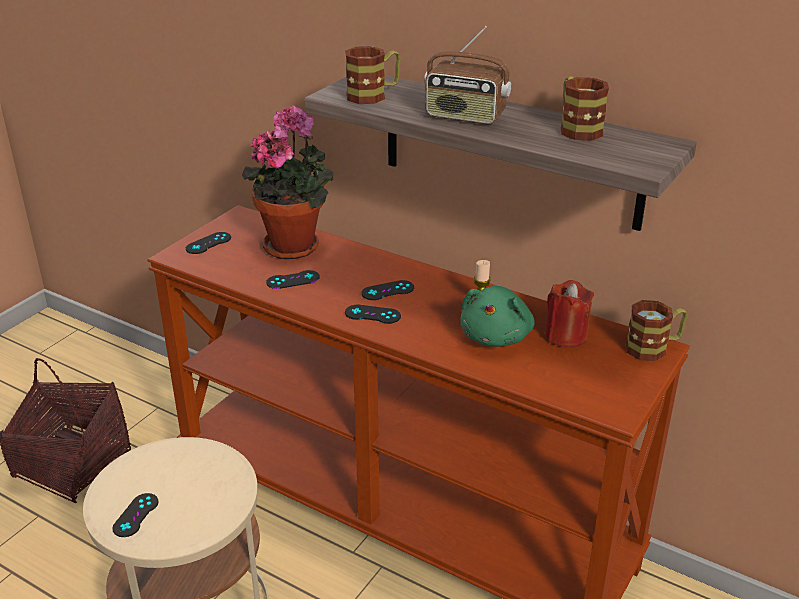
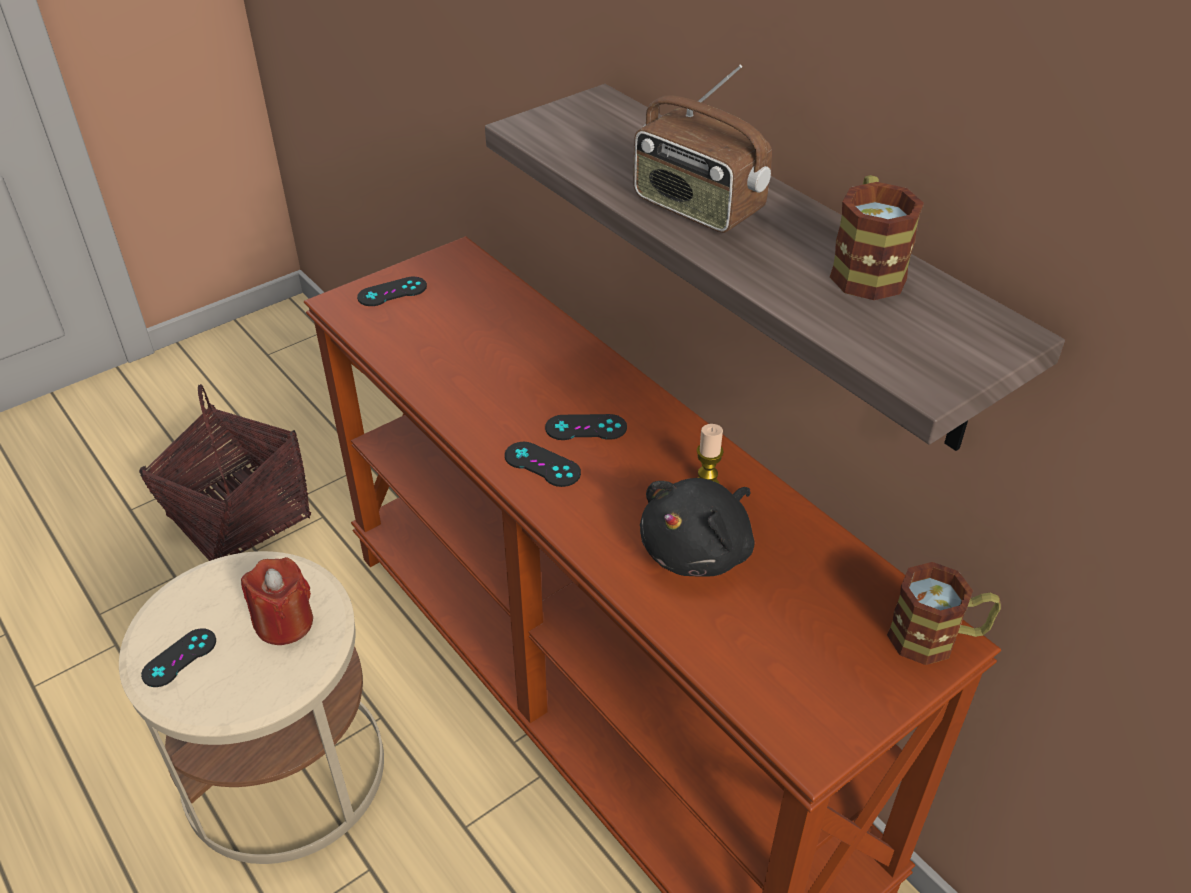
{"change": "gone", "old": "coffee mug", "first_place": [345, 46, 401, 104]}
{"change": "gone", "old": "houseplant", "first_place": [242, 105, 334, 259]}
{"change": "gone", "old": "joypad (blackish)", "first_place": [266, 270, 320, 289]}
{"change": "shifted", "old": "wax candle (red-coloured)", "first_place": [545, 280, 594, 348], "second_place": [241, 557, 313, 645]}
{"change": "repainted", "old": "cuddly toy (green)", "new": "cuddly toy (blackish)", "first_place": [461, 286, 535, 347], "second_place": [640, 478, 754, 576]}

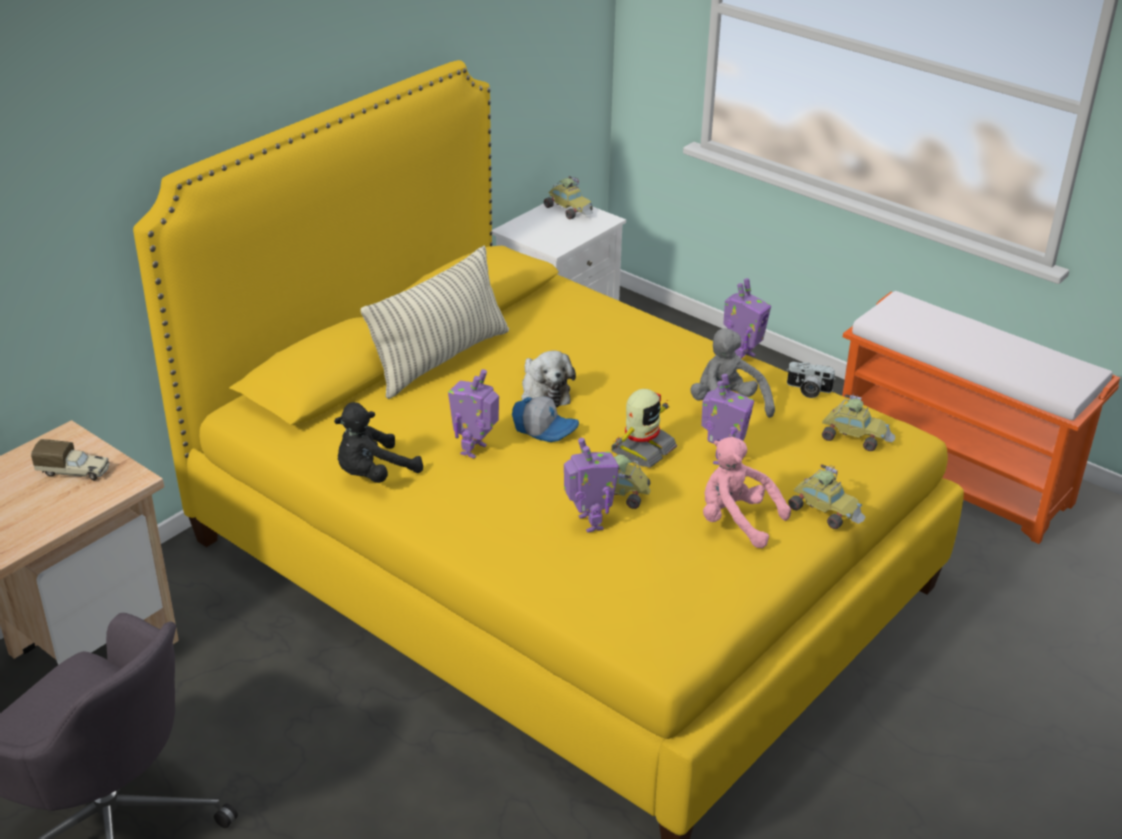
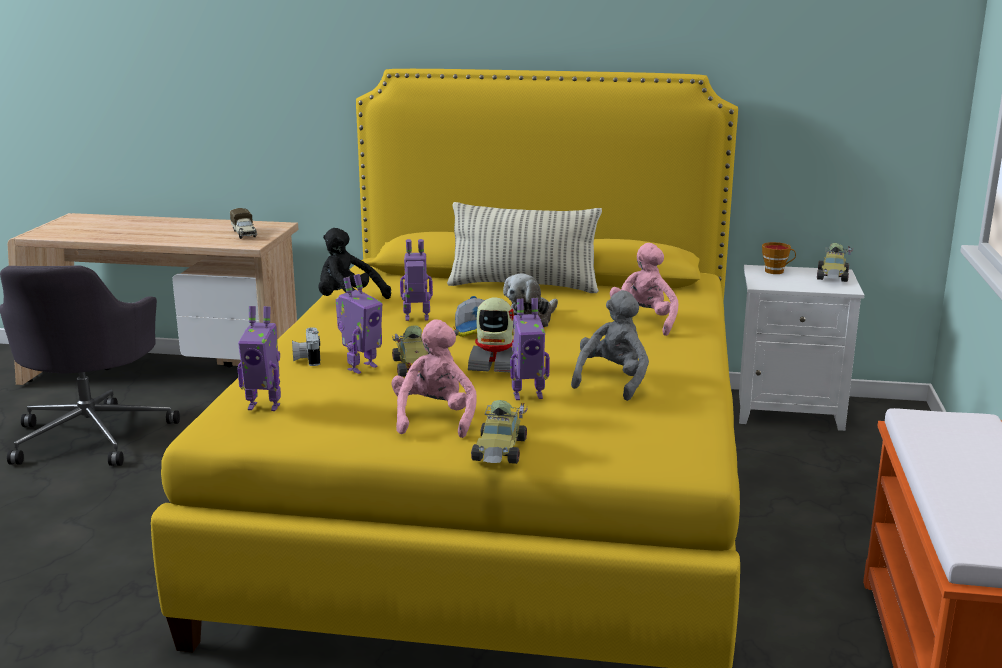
{"change": "shifted", "old": "model robot", "first_place": [724, 278, 771, 359], "second_place": [237, 306, 281, 411]}
{"change": "shifted", "old": "photo camera", "first_place": [787, 362, 836, 398], "second_place": [292, 327, 320, 366]}
{"change": "gone", "old": "model car", "first_place": [822, 394, 895, 451]}
{"change": "new", "new": "cup", "second_place": [762, 242, 796, 274]}
{"change": "new", "new": "cuddly toy (pink-coloured)", "second_place": [610, 243, 679, 336]}

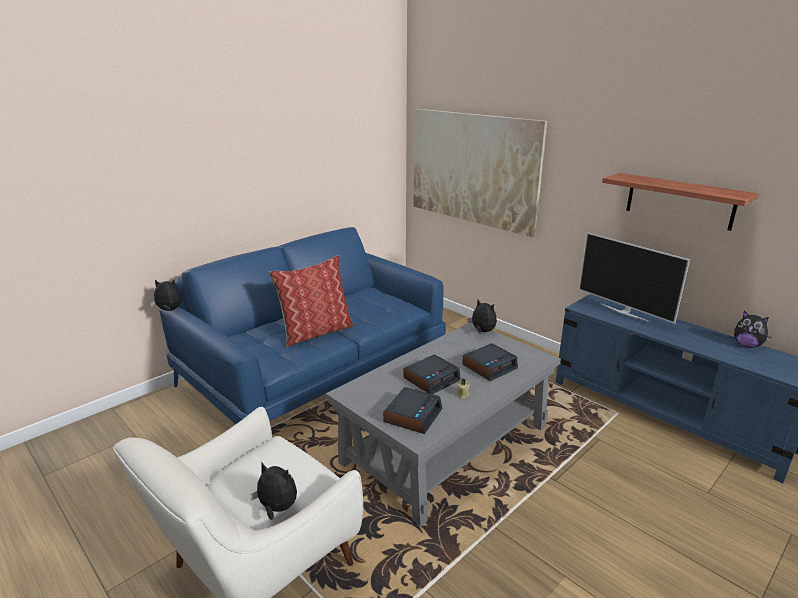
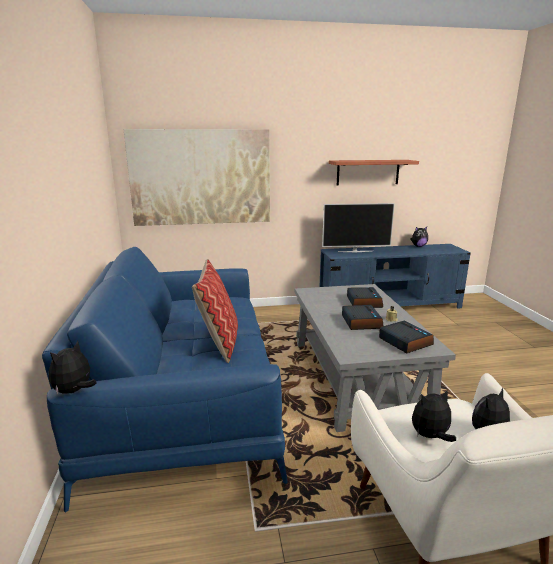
{"change": "shifted", "old": "cuddly toy", "first_place": [467, 300, 497, 332], "second_place": [412, 390, 456, 442]}

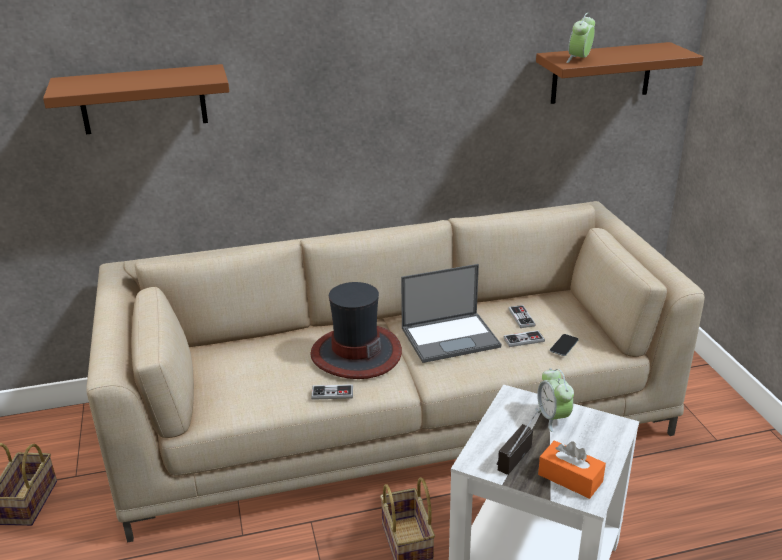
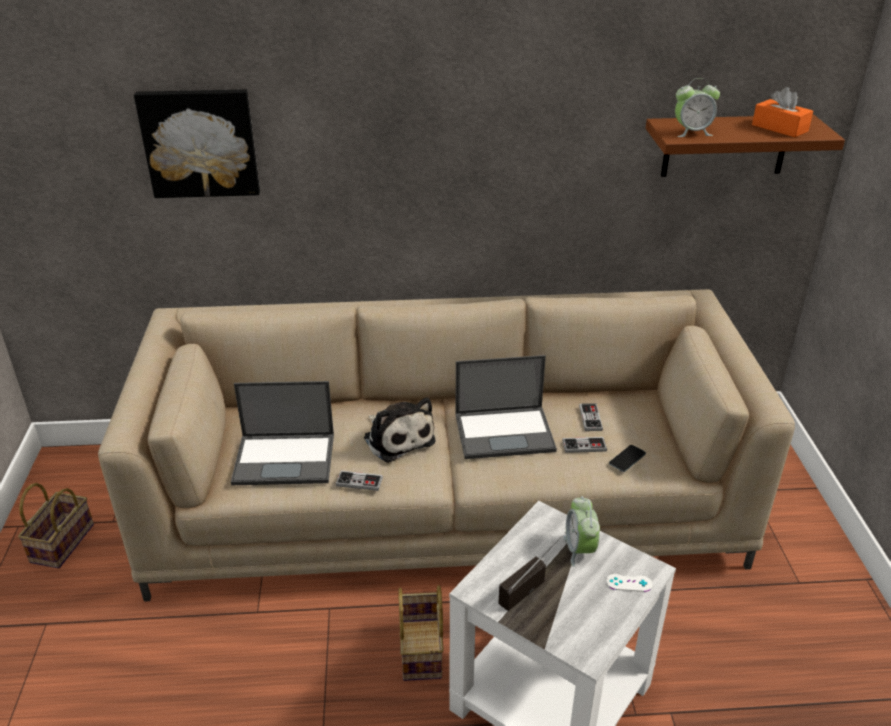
{"change": "rotated", "old": "bedside clock", "first_place": [566, 13, 595, 63], "second_place": [675, 78, 720, 137], "degrees": -135}
{"change": "swapped", "old": "shelf (brown-coloured)", "new": "wall picture", "first_place": [43, 64, 229, 134], "second_place": [134, 89, 260, 198]}
{"change": "swapped", "old": "wearable hat", "new": "cuddly toy", "first_place": [310, 282, 402, 379], "second_place": [364, 397, 436, 463]}
{"change": "shifted", "old": "tissue box (orange)", "first_place": [538, 440, 606, 499], "second_place": [752, 87, 813, 137]}
{"change": "new", "new": "notebook computer", "second_place": [231, 381, 334, 485]}
{"change": "new", "new": "joypad (white-coloured)", "second_place": [606, 574, 653, 592]}

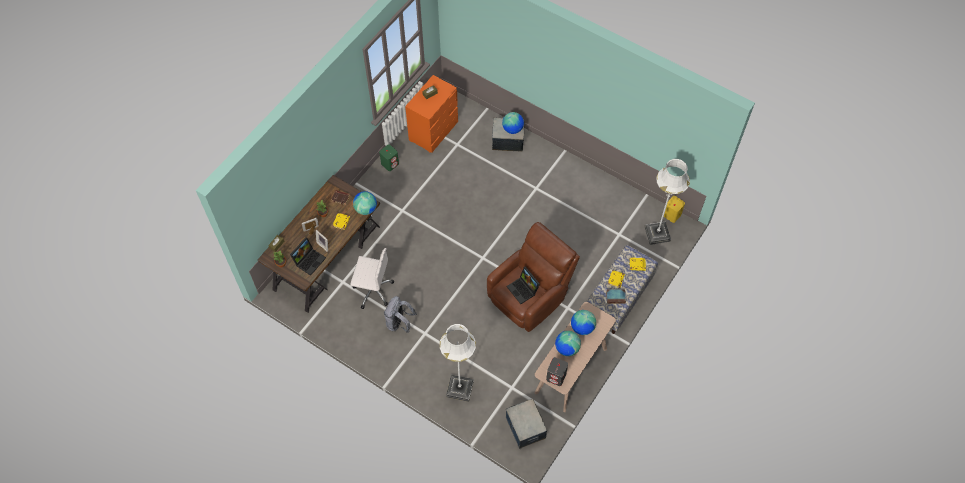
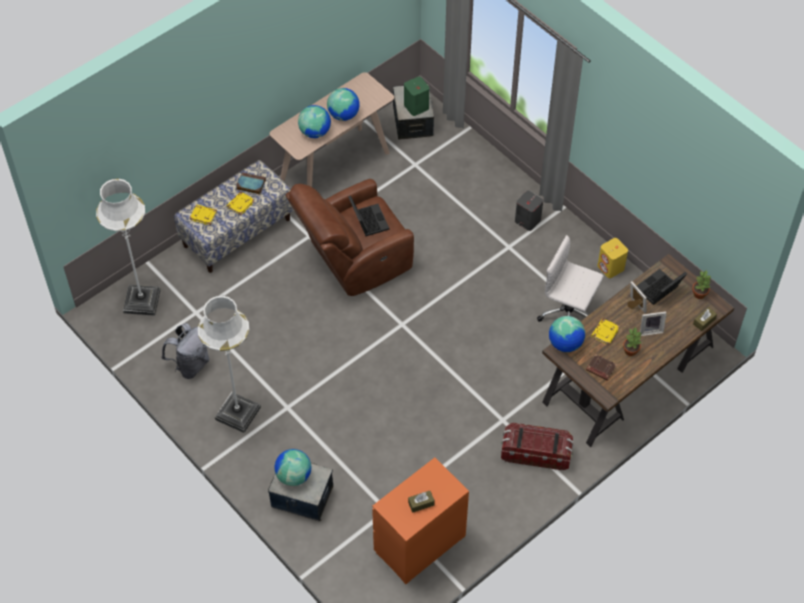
{"change": "shifted", "old": "audio speaker (green)", "first_place": [379, 145, 399, 171], "second_place": [404, 77, 429, 116]}
{"change": "shifted", "old": "audio speaker (yellowish)", "first_place": [664, 196, 685, 223], "second_place": [597, 238, 628, 278]}
{"change": "shifted", "old": "knapsack (gray)", "first_place": [384, 296, 417, 333], "second_place": [161, 323, 209, 379]}
{"change": "shifted", "old": "standard lamp (white-coloured)", "first_place": [440, 324, 476, 402], "second_place": [198, 295, 261, 433]}
{"change": "shifted", "old": "audio speaker (gray)", "first_place": [546, 357, 568, 386], "second_place": [515, 191, 543, 231]}
{"change": "new", "new": "storage container", "second_place": [501, 422, 574, 471]}

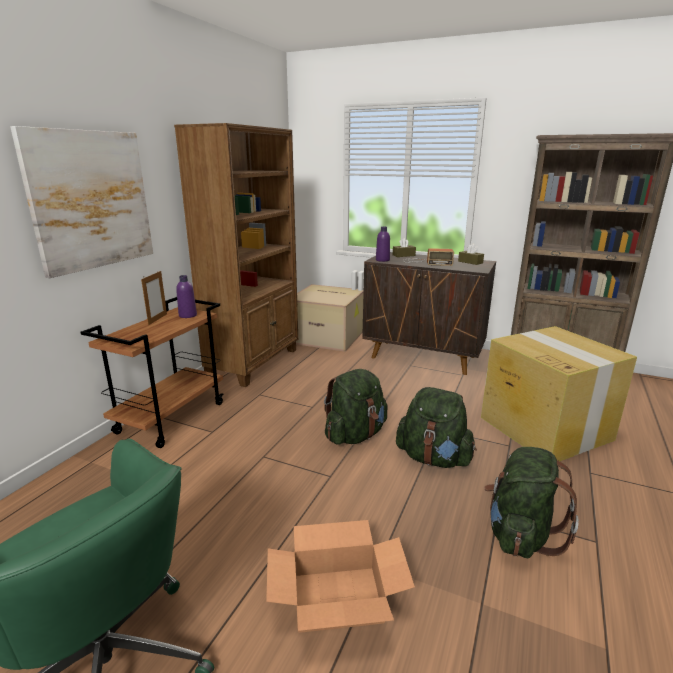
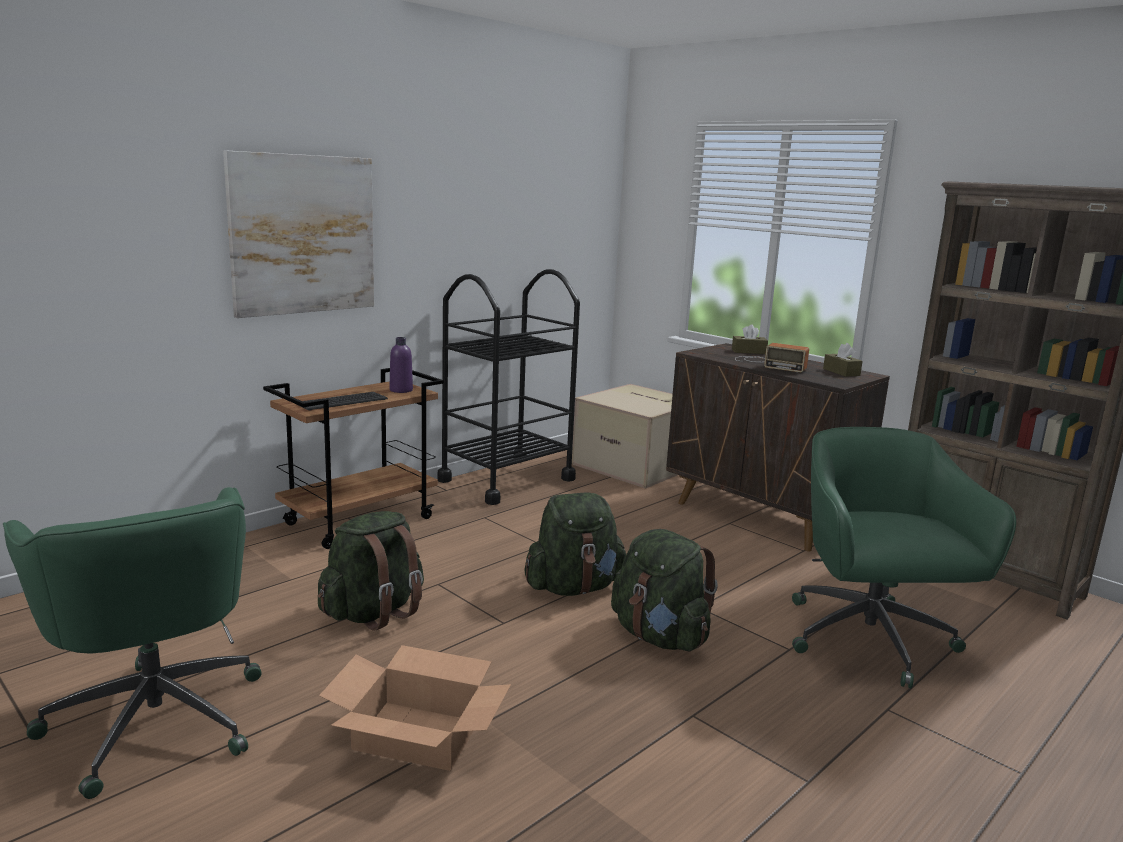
{"change": "swapped", "old": "bookcase (brown-coloured)", "new": "wheeled cart (blackish)", "first_place": [174, 123, 298, 387], "second_place": [437, 269, 580, 505]}
{"change": "gone", "old": "bottle (purplish)", "first_place": [376, 227, 390, 262]}
{"change": "gone", "old": "standing frame", "first_place": [141, 271, 167, 325]}
{"change": "swapped", "old": "packing box", "new": "desk chair (green)", "first_place": [481, 326, 637, 461], "second_place": [792, 427, 1016, 688]}
{"change": "shifted", "old": "knapsack (green)", "first_place": [484, 447, 579, 558], "second_place": [318, 511, 424, 631]}
{"change": "new", "new": "PC keyboard", "second_place": [296, 392, 388, 410]}

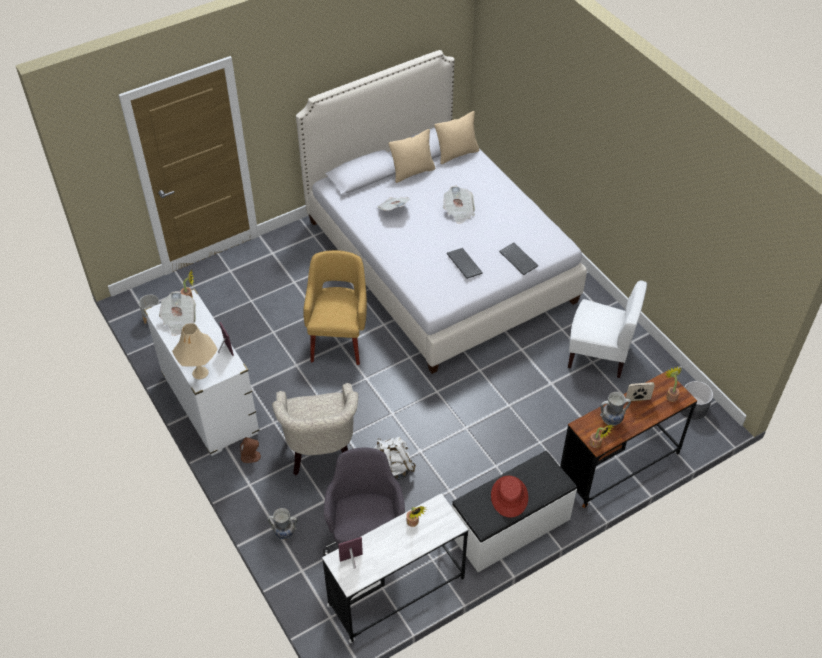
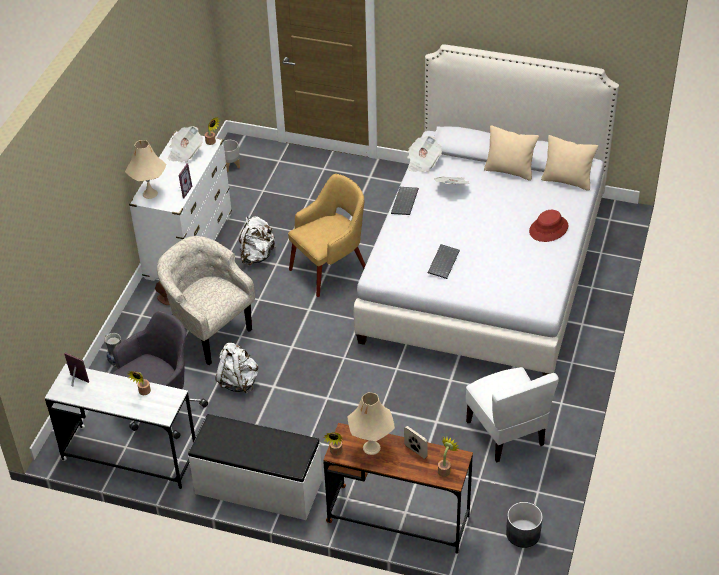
{"change": "shifted", "old": "daily paper", "first_place": [443, 186, 475, 224], "second_place": [407, 136, 442, 172]}
{"change": "shifted", "old": "PC keyboard", "first_place": [499, 242, 538, 275], "second_place": [391, 187, 419, 215]}
{"change": "rotated", "old": "easy chair (beige-coloured)", "first_place": [272, 383, 358, 476], "second_place": [157, 236, 255, 365], "degrees": 90}
{"change": "swapped", "old": "decorative vase", "new": "lamp for a table (beige-coloured)", "first_place": [600, 392, 631, 426], "second_place": [347, 392, 395, 455]}
{"change": "shifted", "old": "wearable hat (red-coloured)", "first_place": [491, 476, 528, 518], "second_place": [529, 210, 568, 242]}
{"change": "new", "new": "knapsack (white-coloured)", "second_place": [239, 216, 276, 265]}

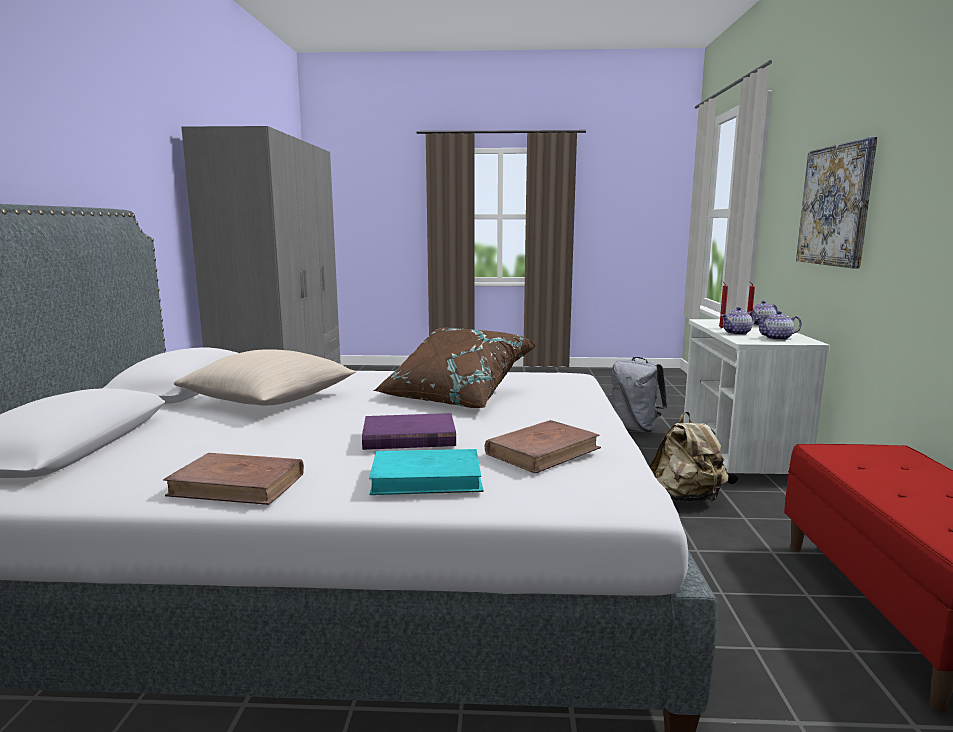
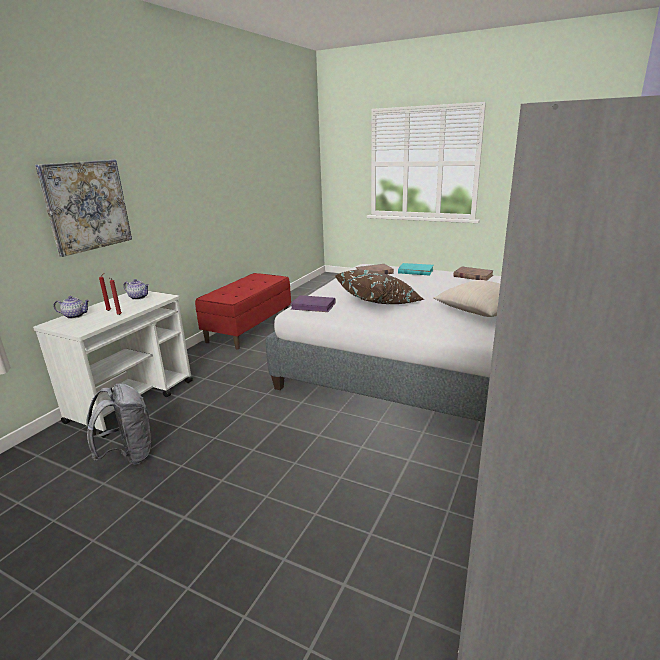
{"change": "gone", "old": "tea pot", "first_place": [721, 307, 755, 335]}
{"change": "gone", "old": "knapsack (beige-coloured)", "first_place": [649, 412, 728, 502]}
{"change": "shifted", "old": "volume (purplish)", "first_place": [362, 413, 456, 450], "second_place": [290, 295, 335, 312]}

